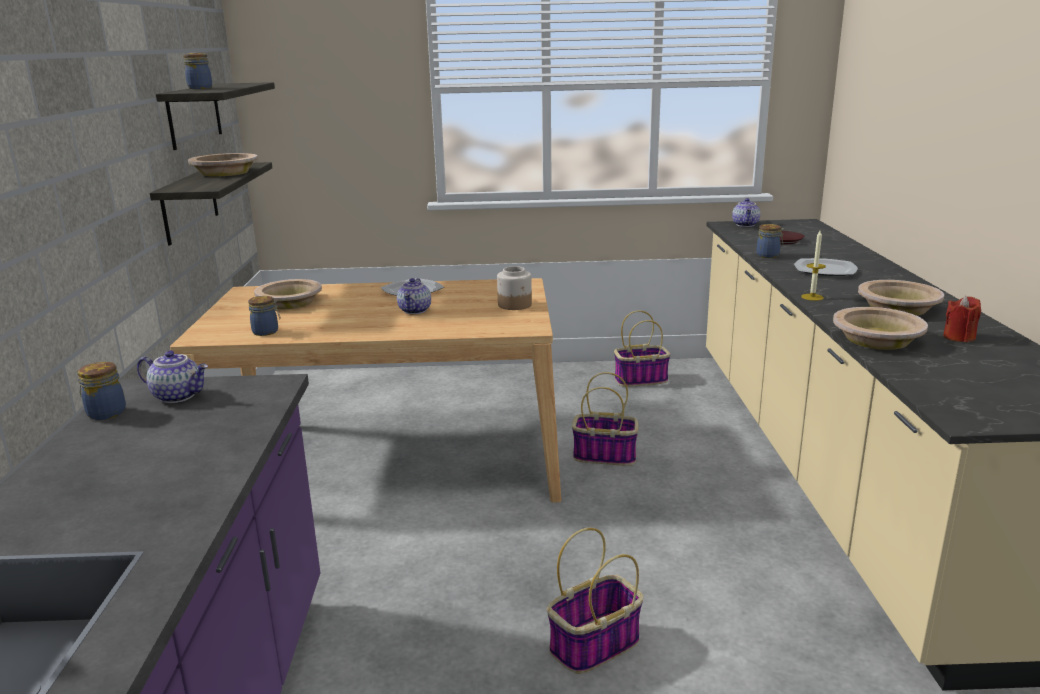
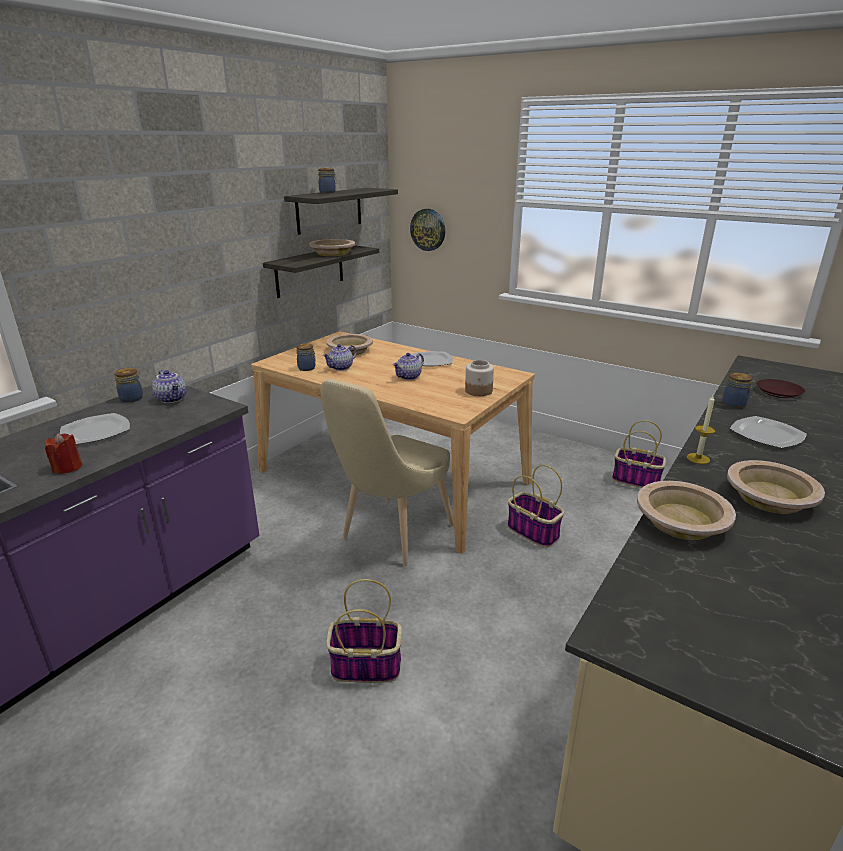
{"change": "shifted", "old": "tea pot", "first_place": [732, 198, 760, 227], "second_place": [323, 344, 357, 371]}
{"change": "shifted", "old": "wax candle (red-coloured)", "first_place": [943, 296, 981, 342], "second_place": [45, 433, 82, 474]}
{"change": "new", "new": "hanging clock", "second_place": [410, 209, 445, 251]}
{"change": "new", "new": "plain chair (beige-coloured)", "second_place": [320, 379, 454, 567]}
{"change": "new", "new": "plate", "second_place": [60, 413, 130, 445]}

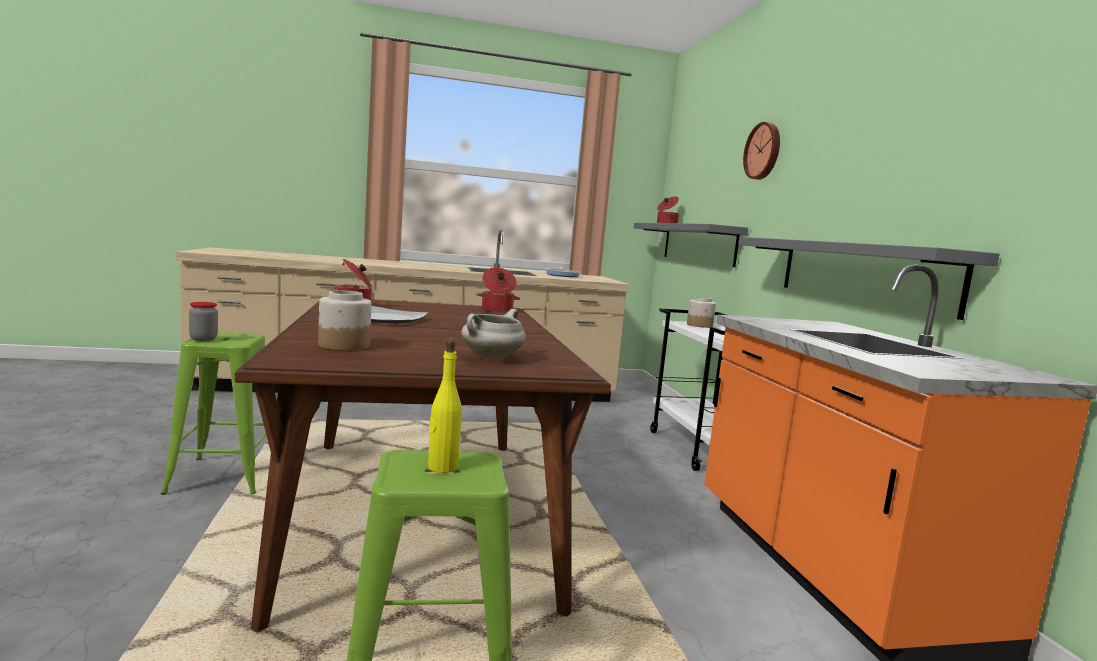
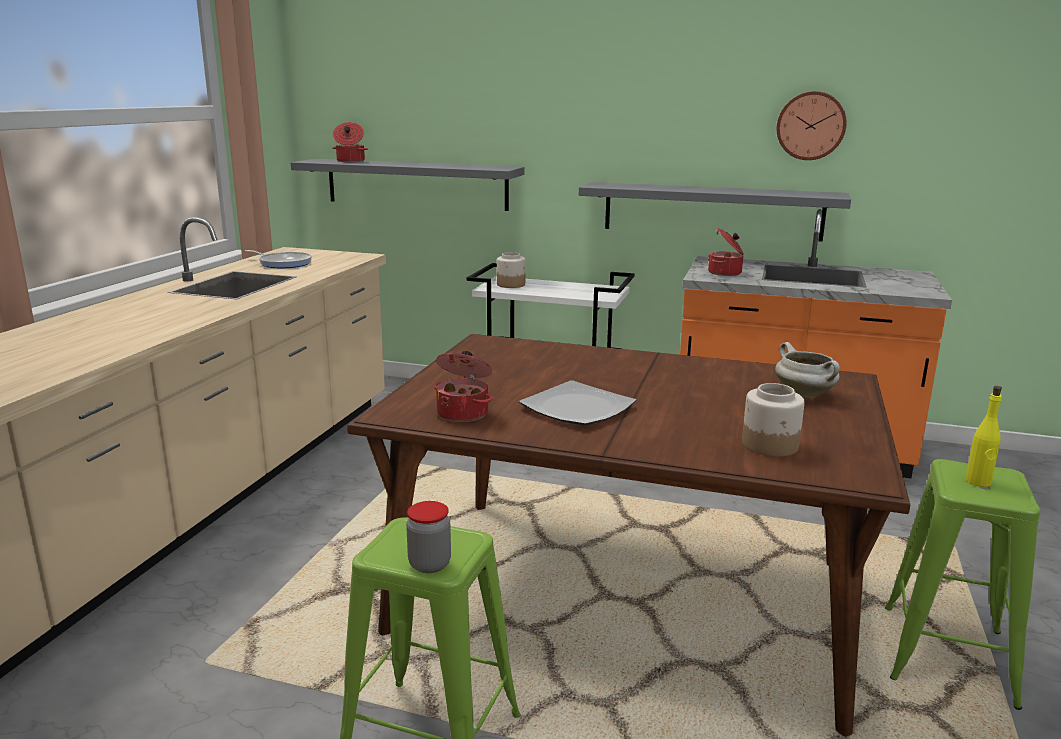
{"change": "shifted", "old": "hanging clock", "first_place": [743, 122, 780, 180], "second_place": [777, 91, 847, 160]}
{"change": "shifted", "old": "cooking pot", "first_place": [476, 267, 521, 313], "second_place": [708, 228, 744, 276]}

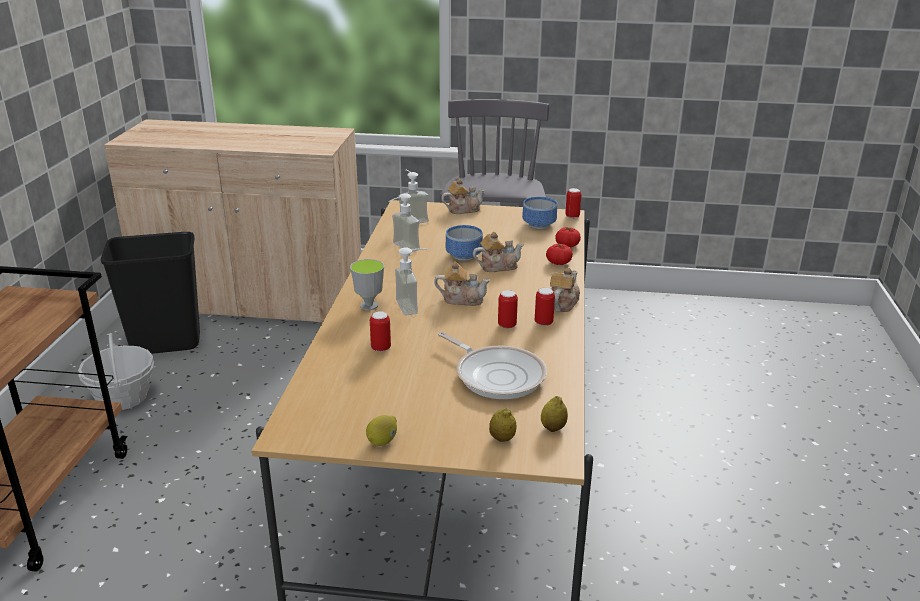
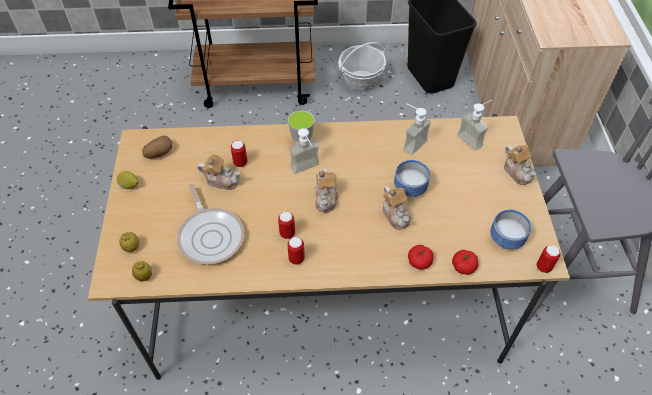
{"change": "shifted", "old": "tea pot", "first_place": [550, 267, 580, 312], "second_place": [197, 154, 241, 190]}
{"change": "rotated", "old": "pan", "first_place": [438, 332, 547, 399], "second_place": [177, 184, 245, 265], "degrees": -60}
{"change": "new", "new": "potato", "second_place": [142, 136, 172, 159]}

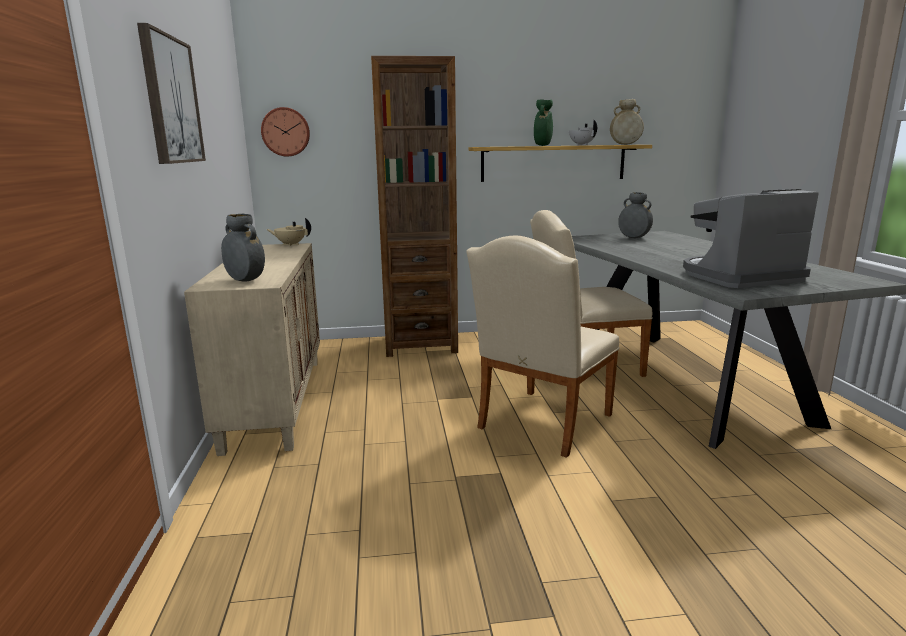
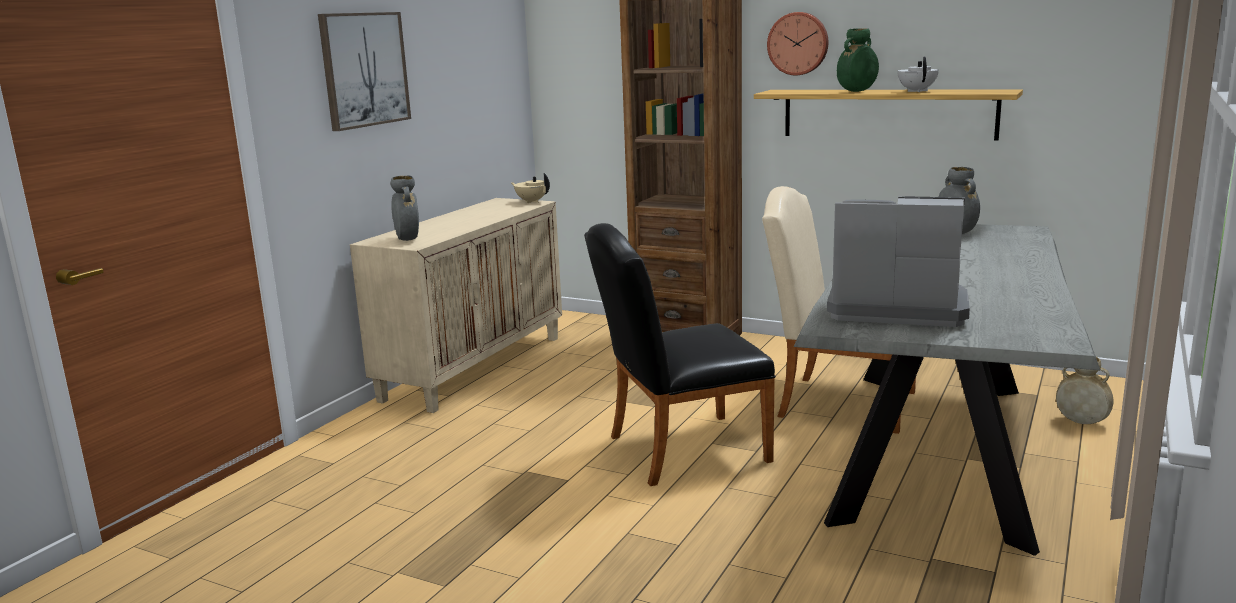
{"change": "shifted", "old": "decorative vase (beige-coloured)", "first_place": [610, 99, 644, 145], "second_place": [1056, 357, 1114, 424]}
{"change": "shifted", "old": "hanging clock", "first_place": [261, 107, 310, 156], "second_place": [767, 12, 828, 75]}
{"change": "repainted", "old": "plain chair (beige-coloured)", "new": "plain chair (blackish)", "first_place": [466, 236, 620, 458], "second_place": [584, 223, 776, 486]}

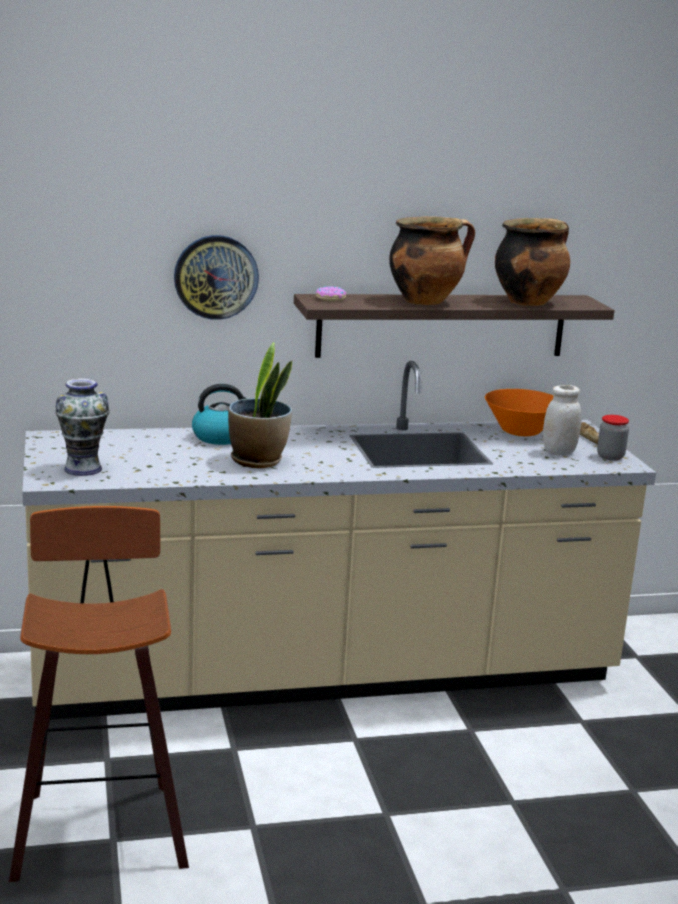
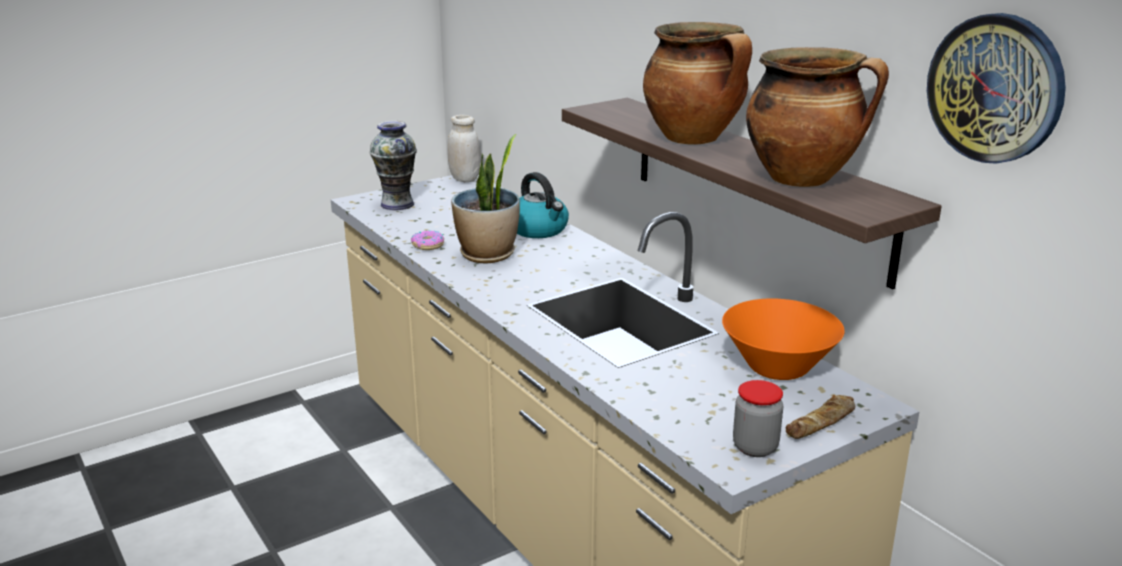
{"change": "shifted", "old": "hanging clock", "first_place": [174, 235, 259, 320], "second_place": [927, 13, 1066, 164]}
{"change": "shifted", "old": "doughnut", "first_place": [316, 286, 346, 301], "second_place": [411, 230, 444, 250]}
{"change": "shifted", "old": "storage jar (white-coloured)", "first_place": [543, 385, 582, 455], "second_place": [447, 115, 480, 182]}
{"change": "gone", "old": "sitting stool", "first_place": [9, 506, 189, 882]}

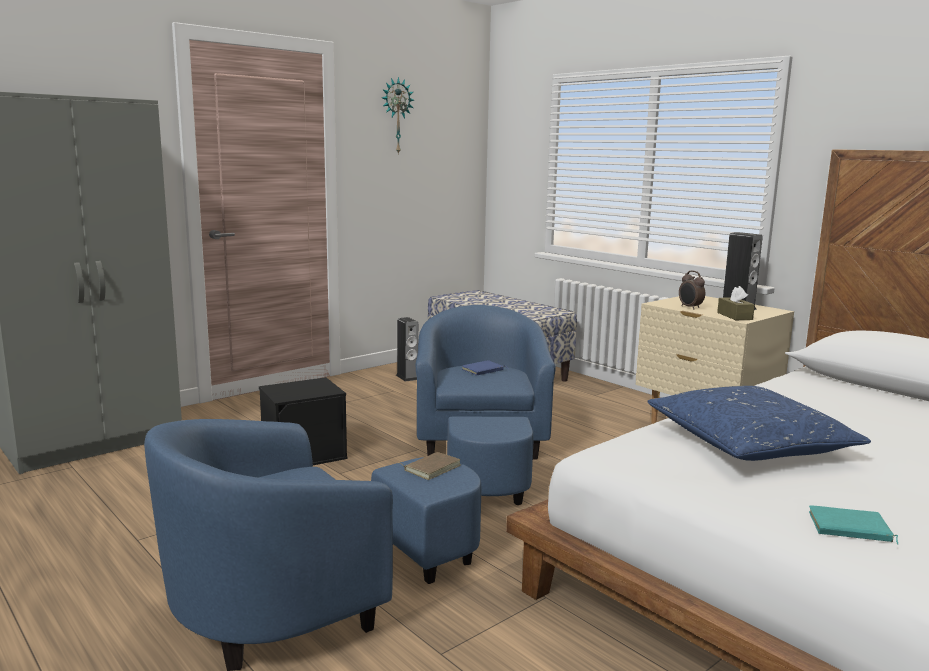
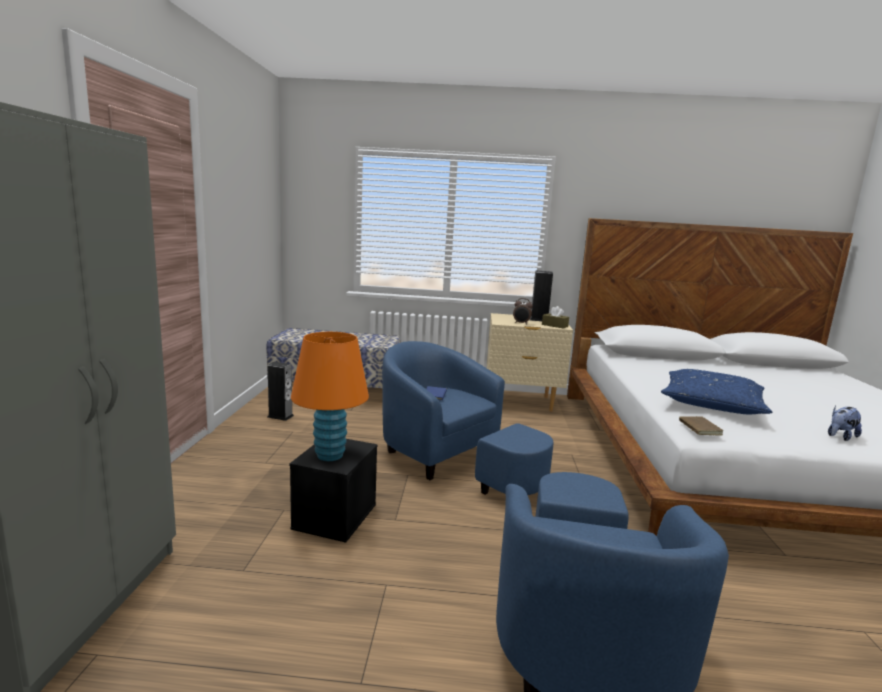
{"change": "gone", "old": "hanging clock", "first_place": [381, 77, 414, 155]}
{"change": "shifted", "old": "volume (brown-coloured)", "first_place": [400, 452, 460, 480], "second_place": [679, 416, 723, 436]}
{"change": "swapped", "old": "volume (blue-green)", "new": "cuddly toy", "first_place": [809, 506, 899, 545], "second_place": [828, 405, 862, 441]}
{"change": "new", "new": "lamp for a table (orange)", "second_place": [291, 332, 369, 461]}

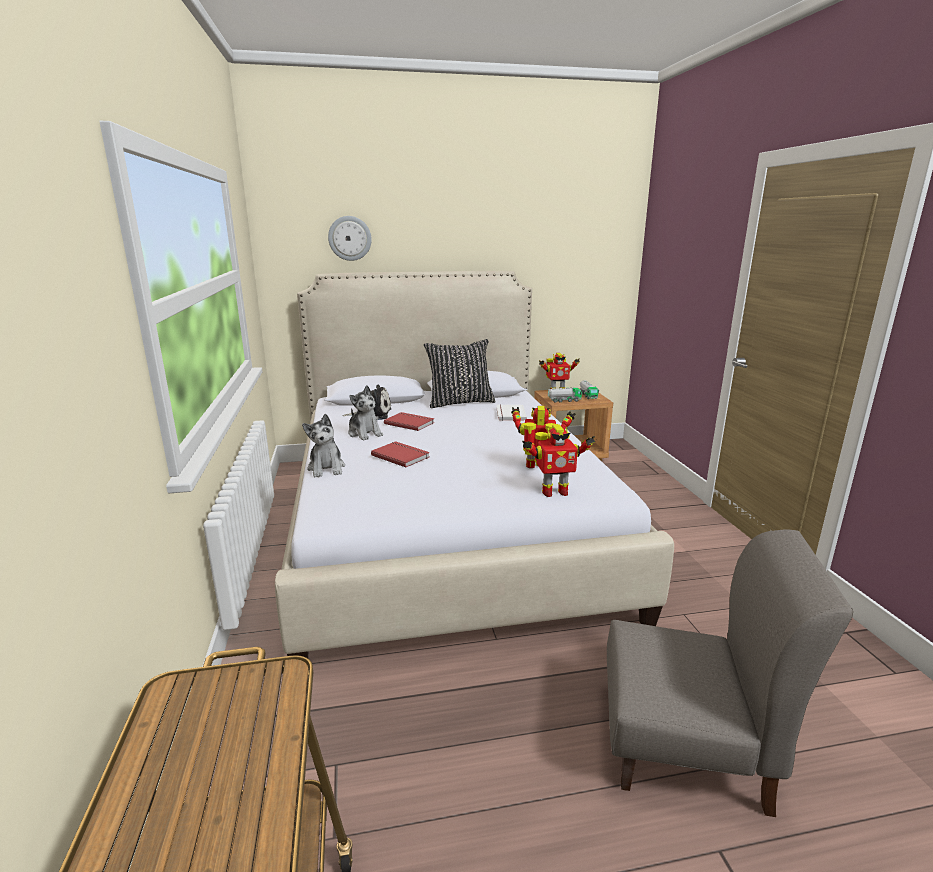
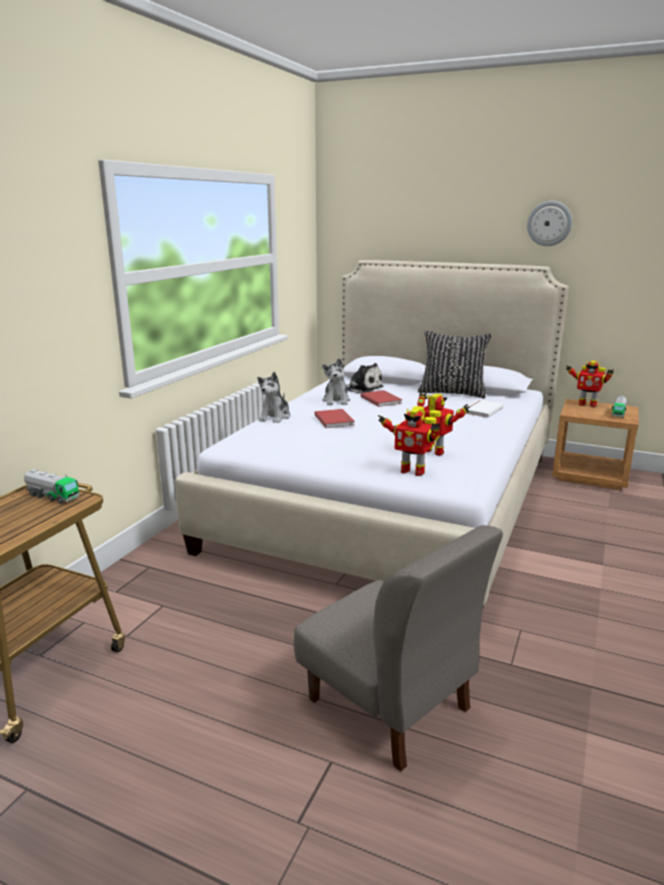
{"change": "shifted", "old": "hanging clock", "first_place": [328, 216, 372, 261], "second_place": [527, 201, 572, 246]}
{"change": "shifted", "old": "model truck", "first_place": [548, 387, 582, 403], "second_place": [24, 469, 79, 504]}

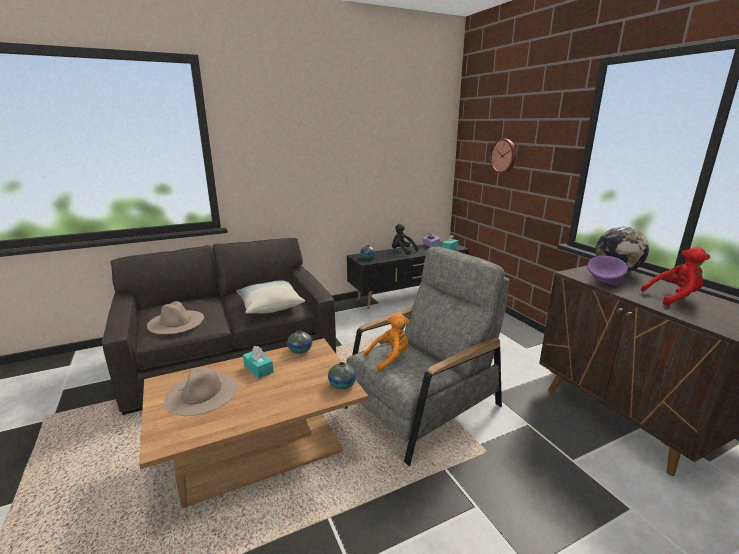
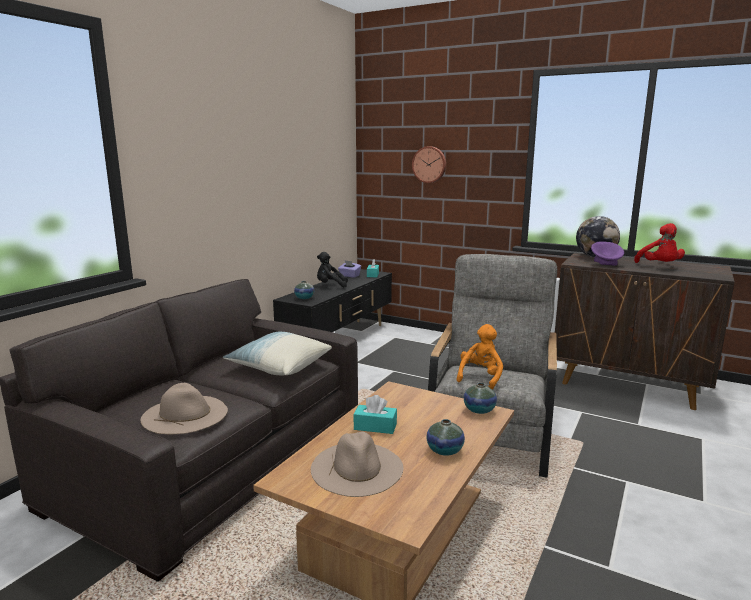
{"change": "rotated", "old": "cuddly toy (red-coloured)", "first_place": [641, 247, 710, 306], "second_place": [634, 223, 685, 263], "degrees": 120}
{"change": "shifted", "old": "decorative vase", "first_place": [287, 330, 312, 354], "second_place": [426, 419, 465, 456]}

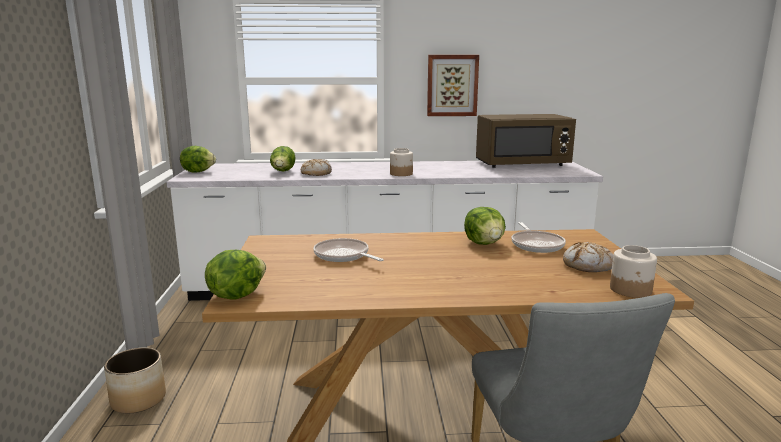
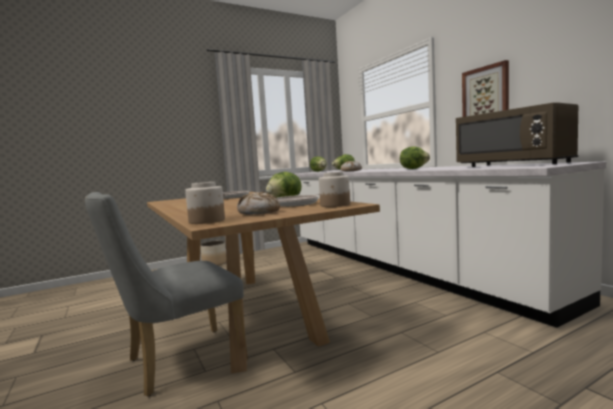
{"change": "shifted", "old": "storage jar", "first_place": [390, 148, 413, 176], "second_place": [319, 172, 350, 207]}
{"change": "shifted", "old": "lettuce", "first_place": [205, 250, 266, 299], "second_place": [400, 147, 430, 169]}

